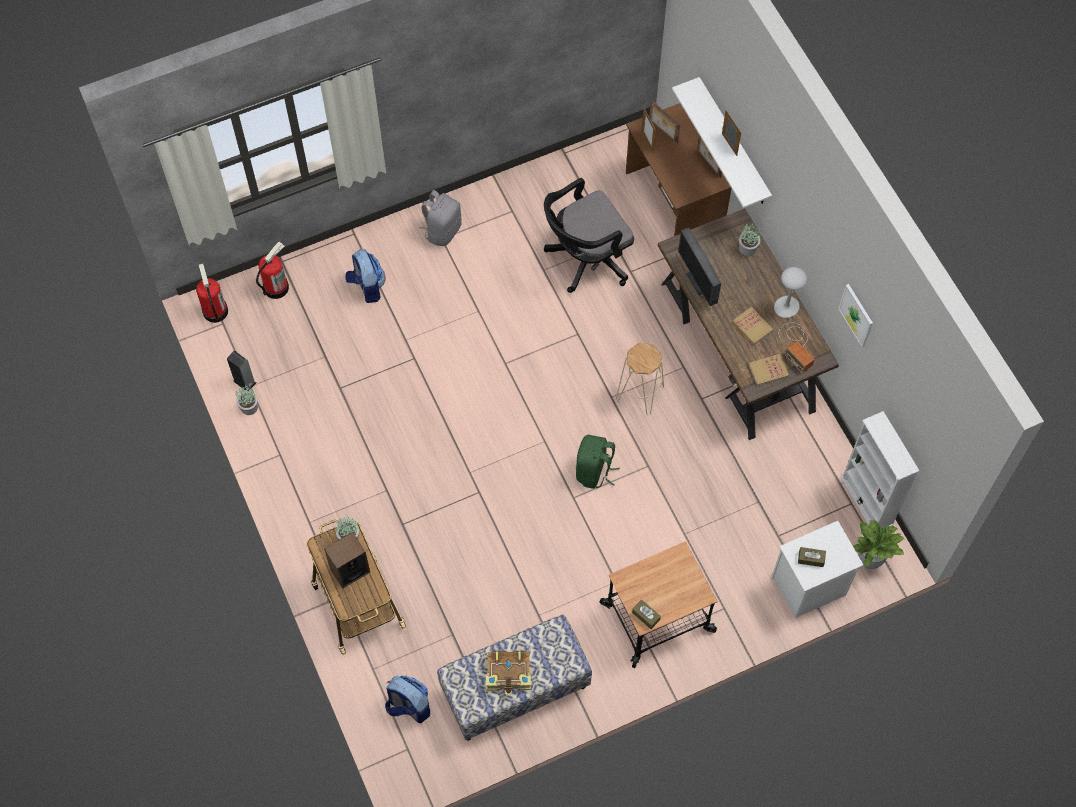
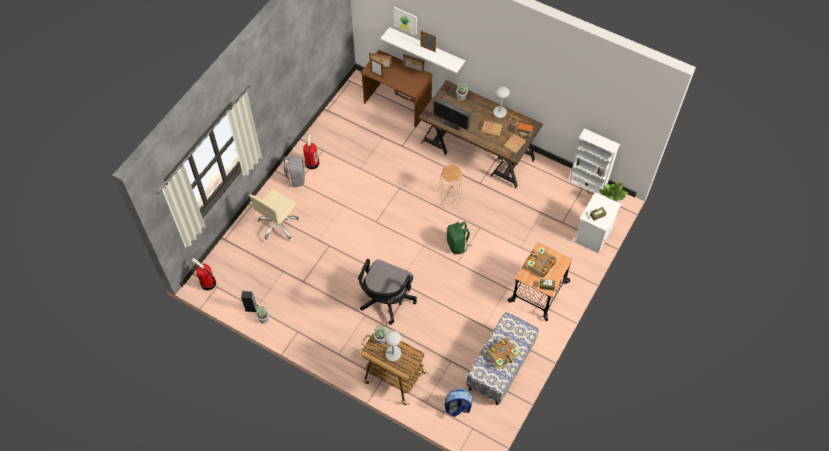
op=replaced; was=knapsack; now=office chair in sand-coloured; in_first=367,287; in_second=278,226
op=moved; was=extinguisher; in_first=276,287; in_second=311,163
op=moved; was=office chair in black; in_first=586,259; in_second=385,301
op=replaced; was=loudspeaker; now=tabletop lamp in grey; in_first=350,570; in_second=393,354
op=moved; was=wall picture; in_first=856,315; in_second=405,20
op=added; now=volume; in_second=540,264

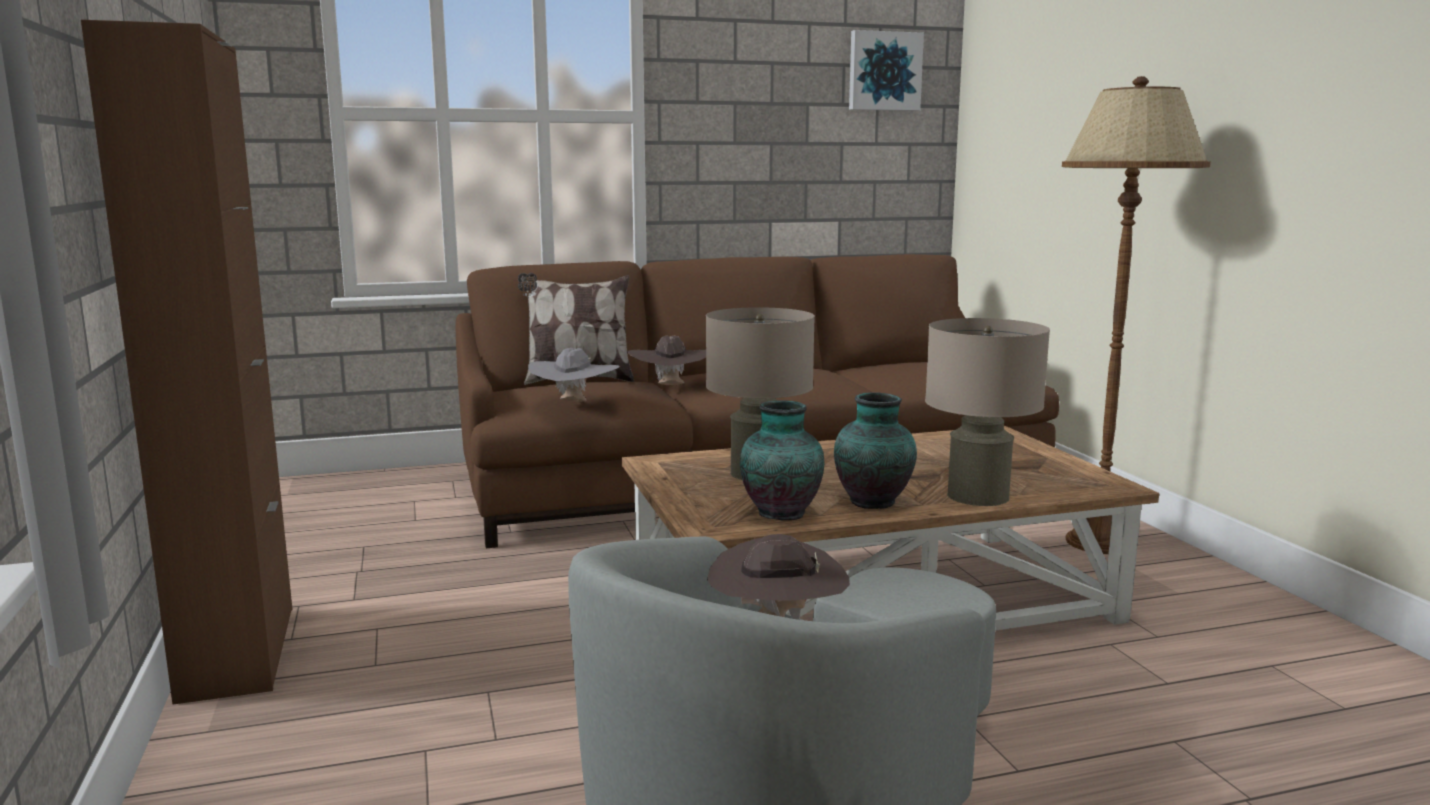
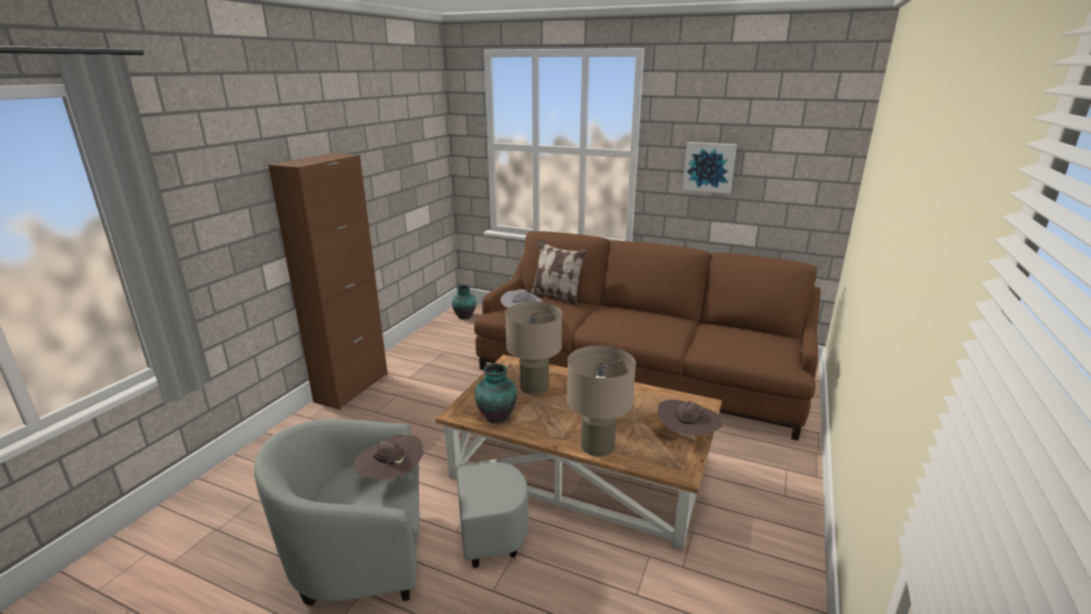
op=moved; was=vase; in_first=874,501; in_second=465,316
op=moved; was=clothing hat in brown-coloured; in_first=671,387; in_second=686,437
op=moved; was=wall picture; in_first=884,71; in_second=709,167
op=removed; was=standard lamp in brown-coloured; in_first=1099,542

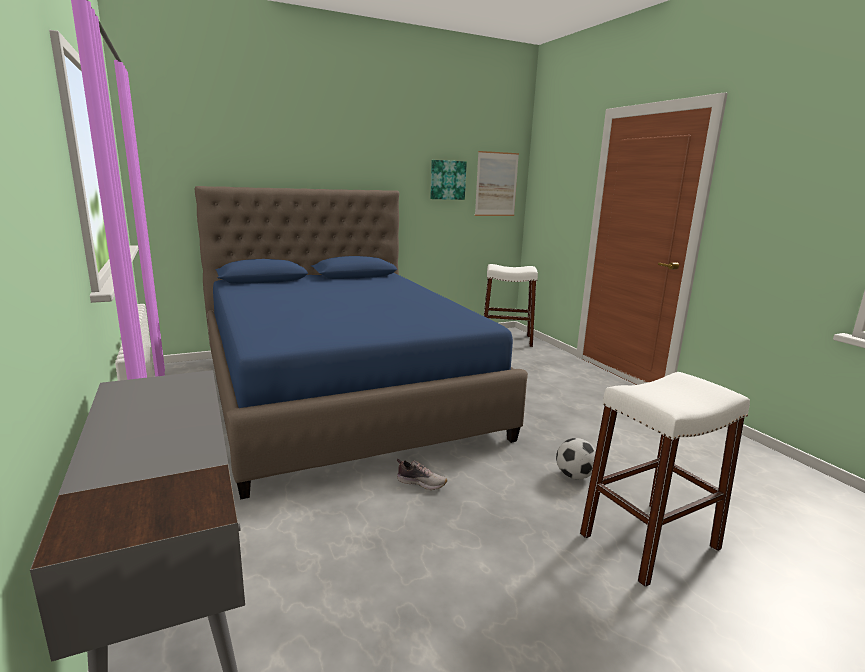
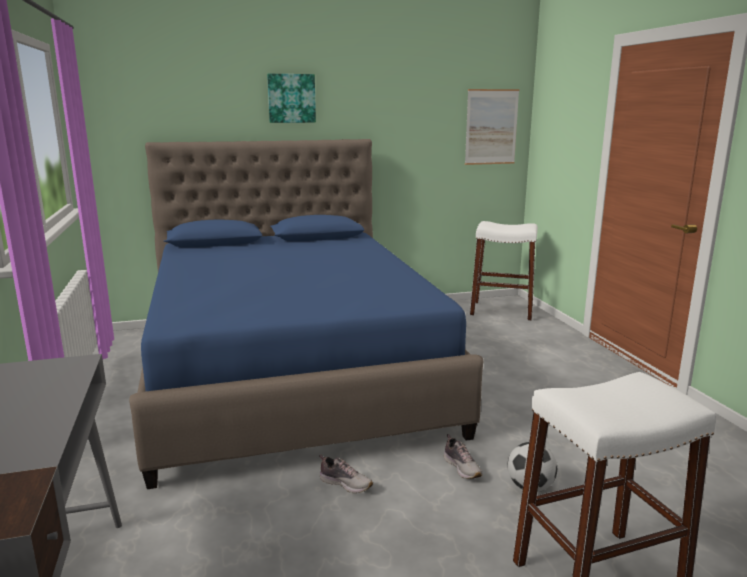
op=moved; was=wall picture; in_first=447,180; in_second=291,98
op=added; now=low shoe; in_second=462,468

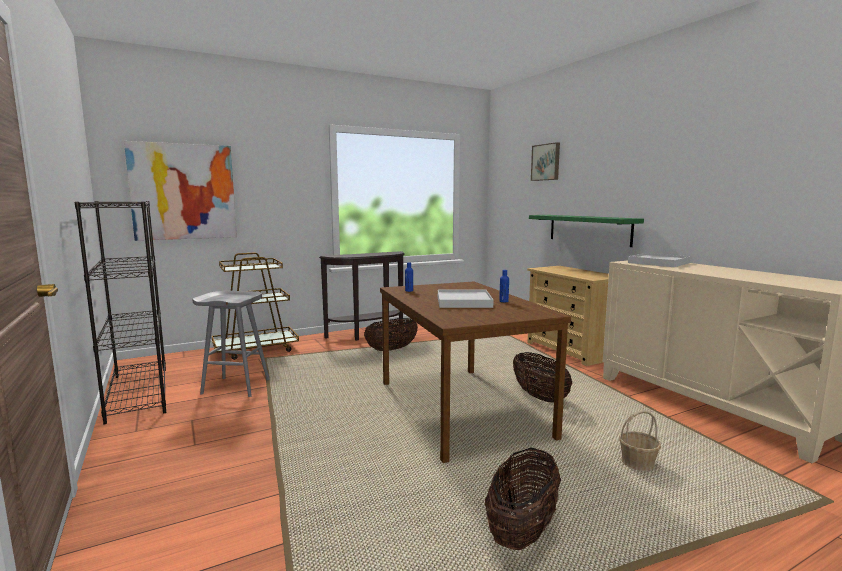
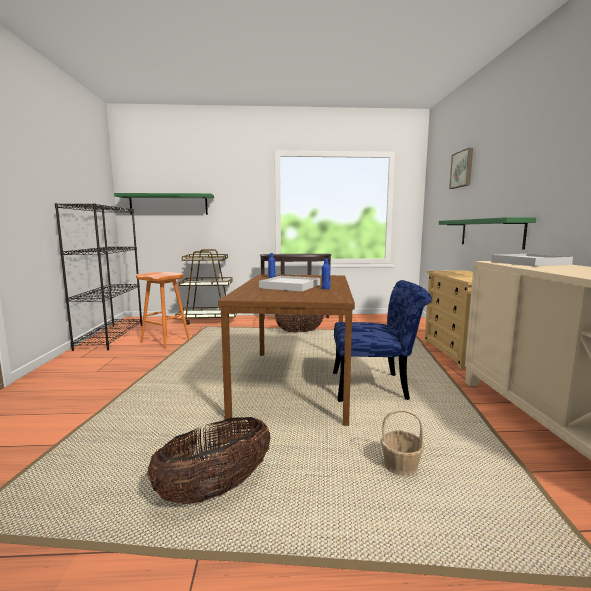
op=replaced; was=wall picture; now=wall shelf in greenish; in_first=183,192; in_second=168,204
op=recoloured; was=stool in grey; now=stool in orange; in_first=237,386; in_second=166,341
op=replaced; was=basket; now=plain chair in blue-coloured; in_first=539,397; in_second=376,387

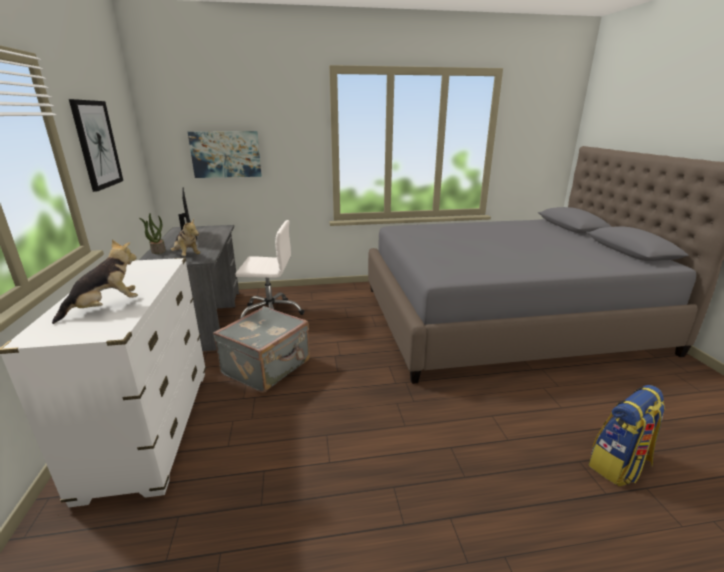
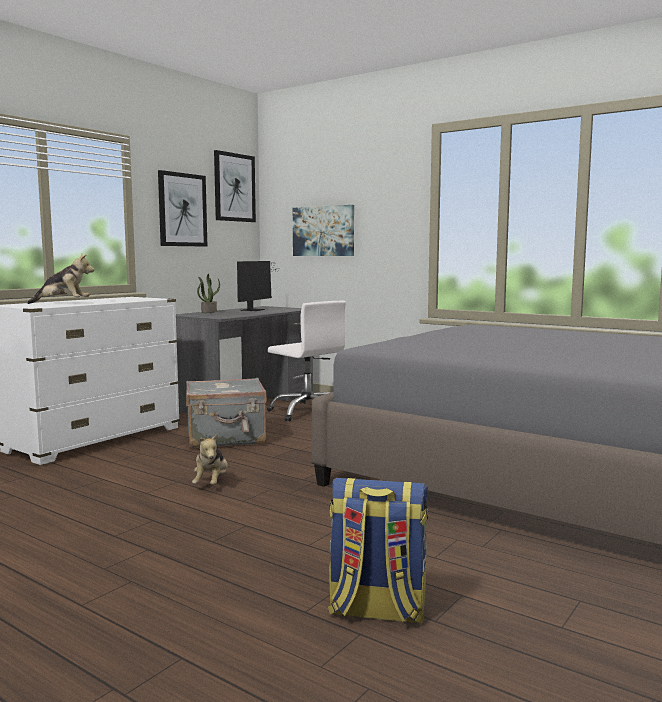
op=moved; was=plush toy; in_first=187,256; in_second=211,483
op=added; now=wall picture; in_second=234,187

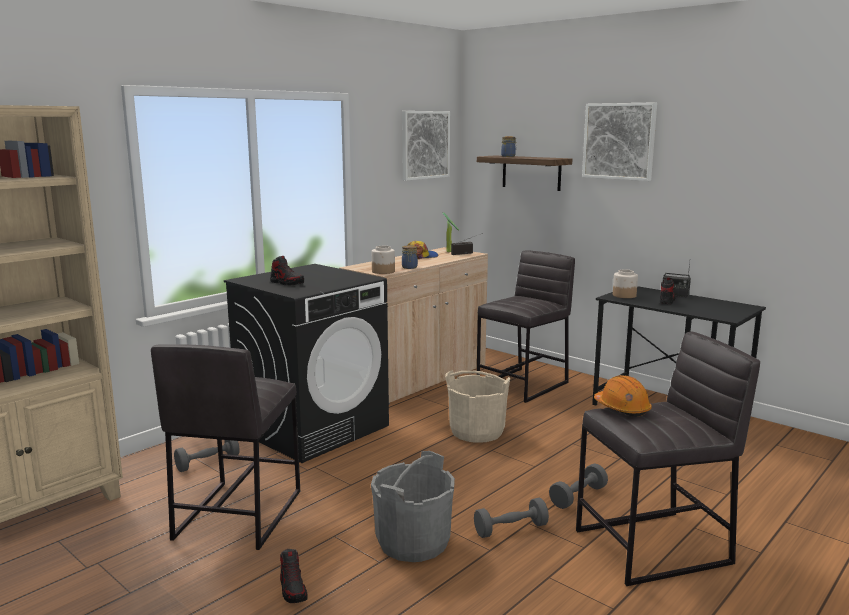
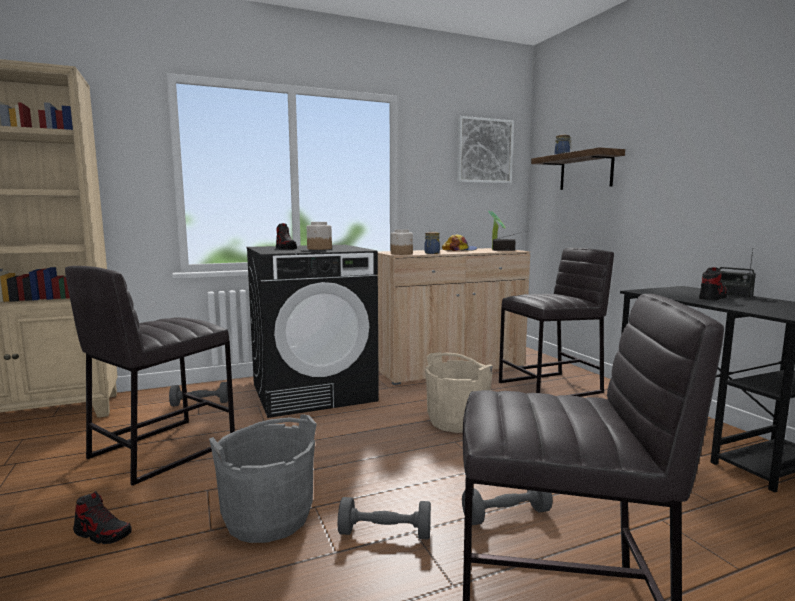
op=turned; was=low shoe; in_first=293,589; in_second=102,533; clockwise=-75
op=moved; was=storage jar; in_first=624,295; in_second=319,248
op=removed; was=wall picture; in_first=619,141
op=removed; was=safety helmet in orange; in_first=622,408

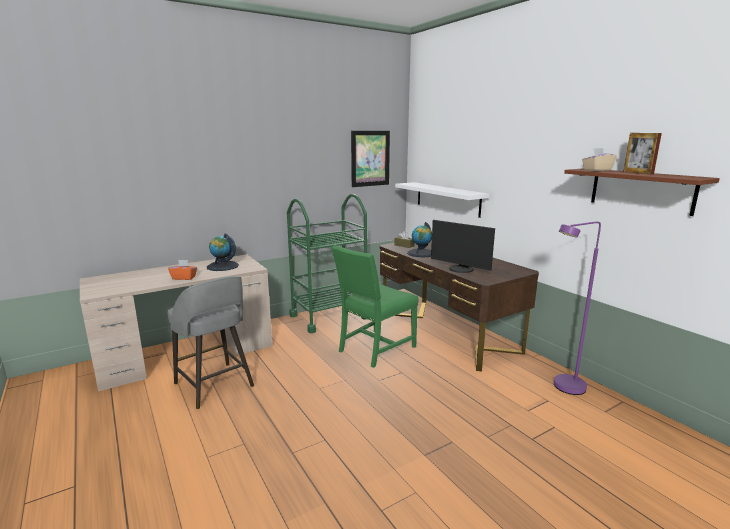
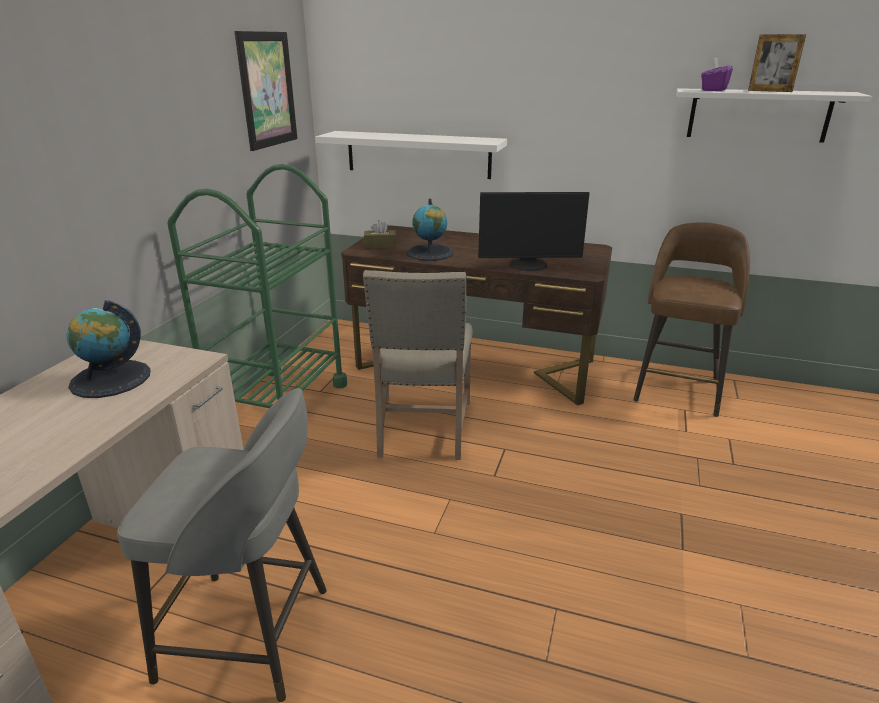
op=recoloured; was=plain chair in greenish; now=plain chair in sand-coloured; in_first=374,349; in_second=422,430
op=replaced; was=standard lamp in purplish; now=stool in brown-coloured; in_first=563,388; in_second=677,388
op=recoloured; was=wall shelf in brown-coloured; now=wall shelf in whitish; in_first=641,190; in_second=758,115
op=recoloured; was=box of tissues in sand-coloured; now=box of tissues in purplish; in_first=597,170; in_second=713,90
op=removed; was=box of tissues in orange; in_first=184,278

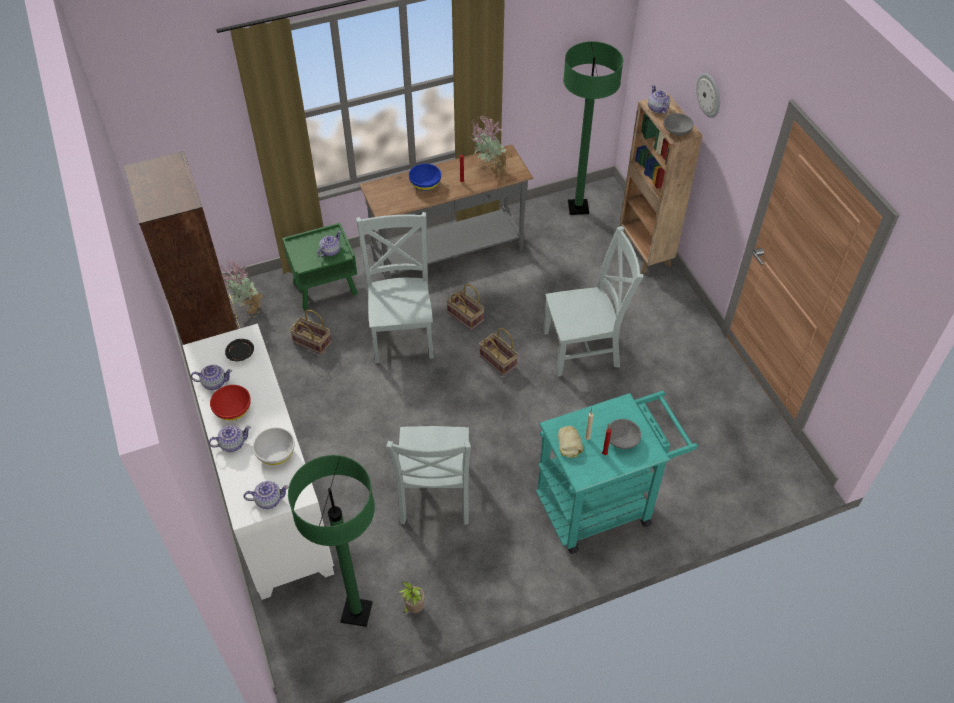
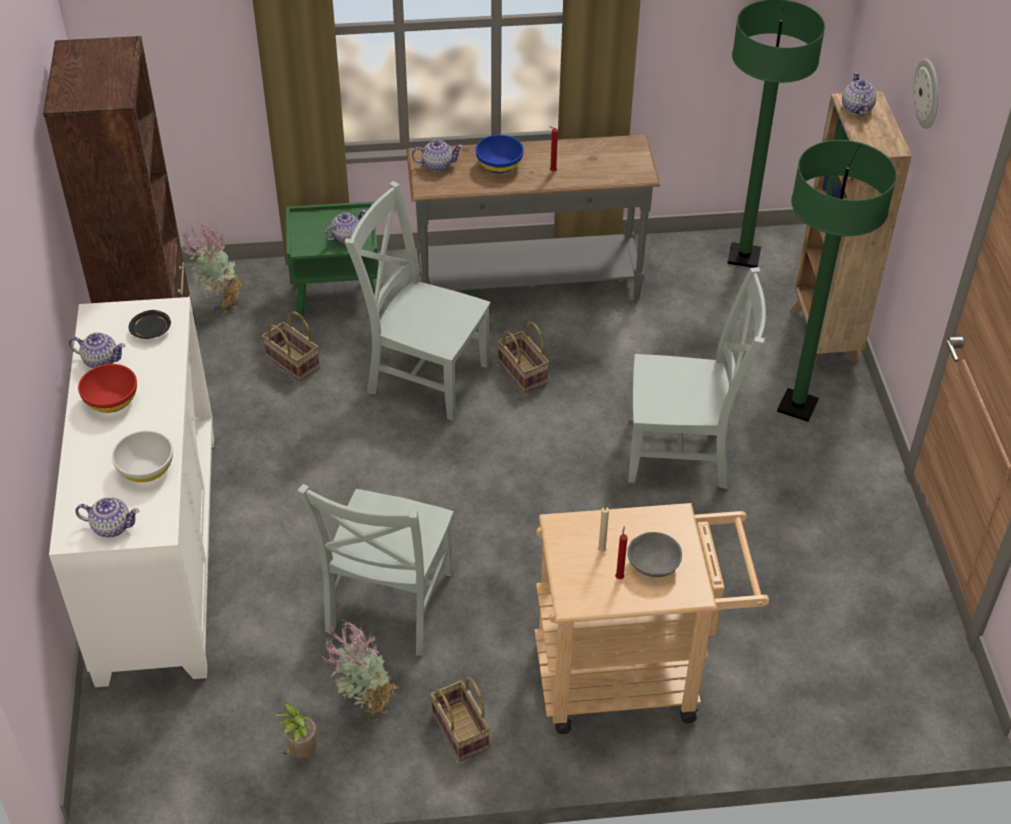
op=moved; was=houseplant; in_first=490,172; in_second=364,703
op=turned; was=plain chair in grey; in_first=402,333; in_second=423,375; clockwise=-75
op=moved; was=tea pot; in_first=232,444; in_second=437,165
op=moved; was=basket; in_first=499,361; in_second=462,732
op=recoloured; was=wheeled cart in turquoise; now=wheeled cart in sand-coloured; in_first=603,504; in_second=633,675
op=moved; was=standard lamp in greenish; in_first=356,612; in_second=797,406
op=removed; was=baked bread; in_first=570,443
op=removed; was=bowl in grey; in_first=676,131

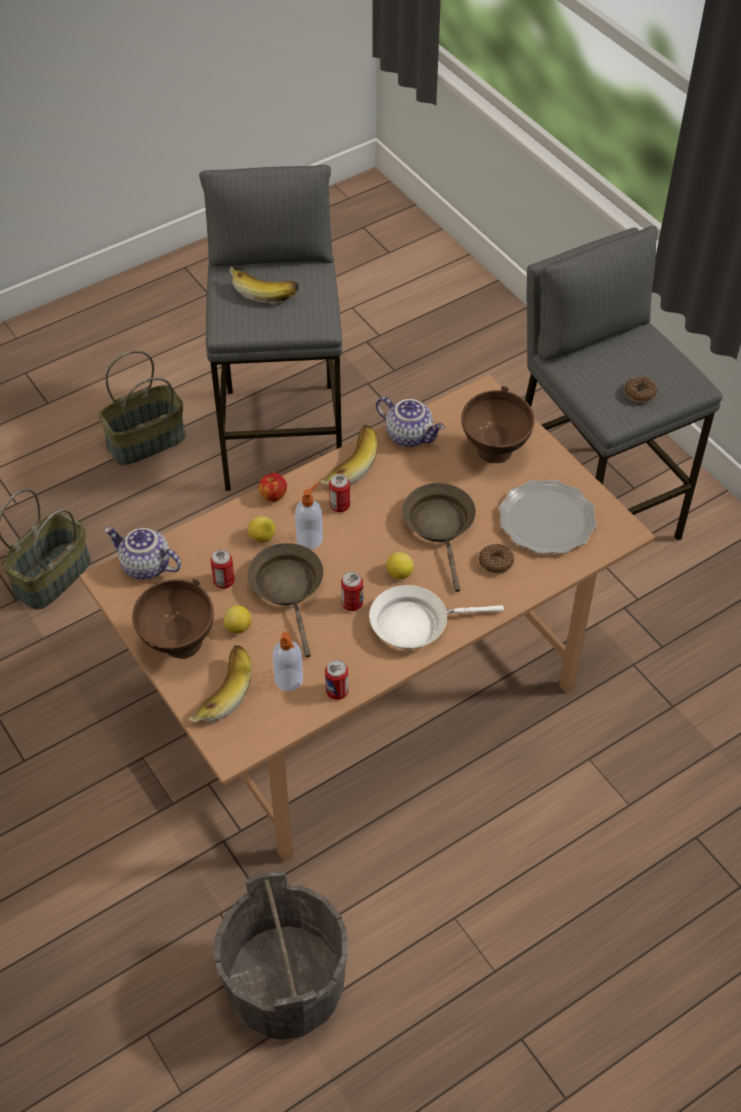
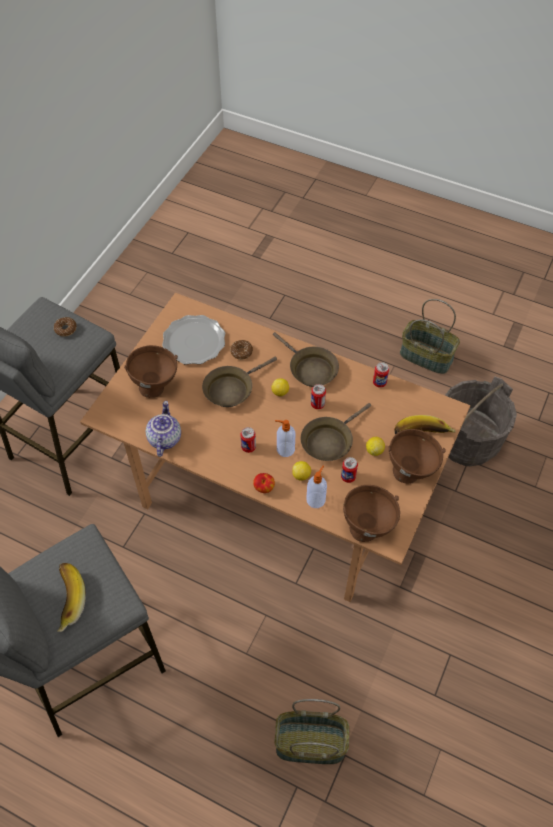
op=recoloured; was=pan in whitish; now=pan in brown-coloured; in_first=415,624; in_second=310,369
op=moved; was=liquid soap bottle; in_first=289,681; in_second=316,499
op=replaced; was=tea pot; now=bowl in brown-coloured; in_first=145,567; in_second=368,527
op=moved; was=basket; in_first=146,442; in_second=427,356
op=removed; was=banana; in_first=347,464

